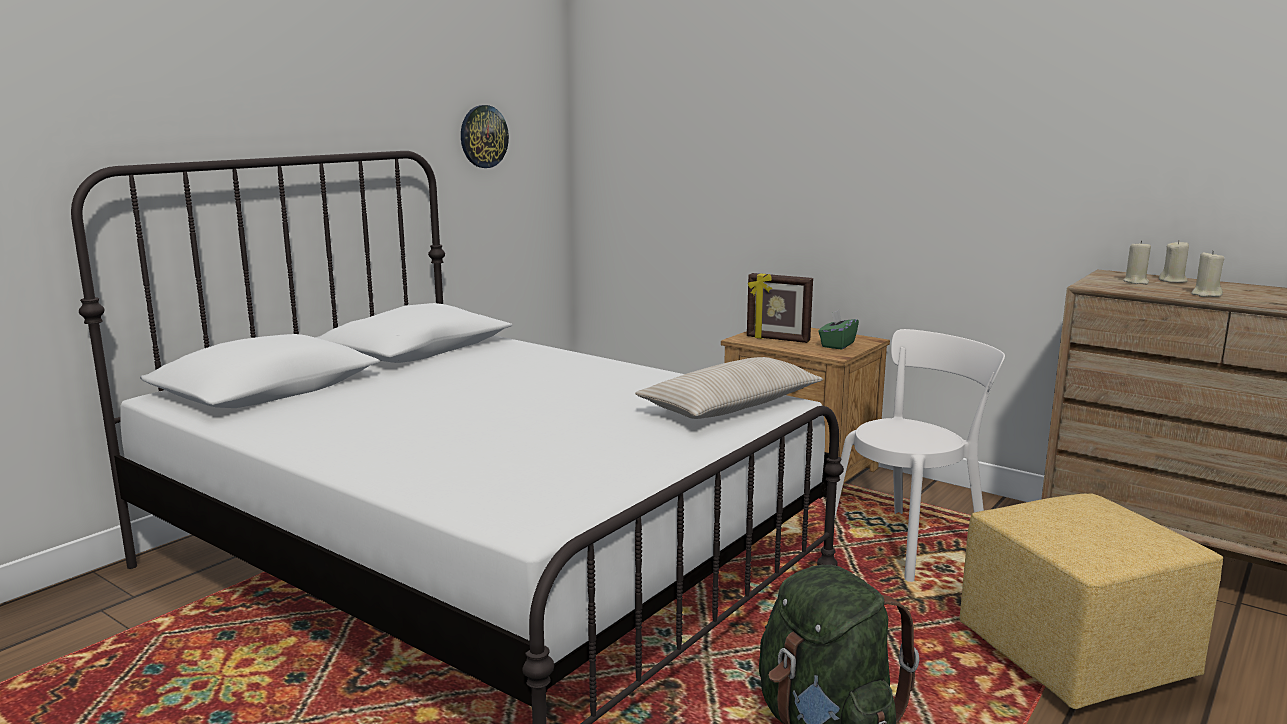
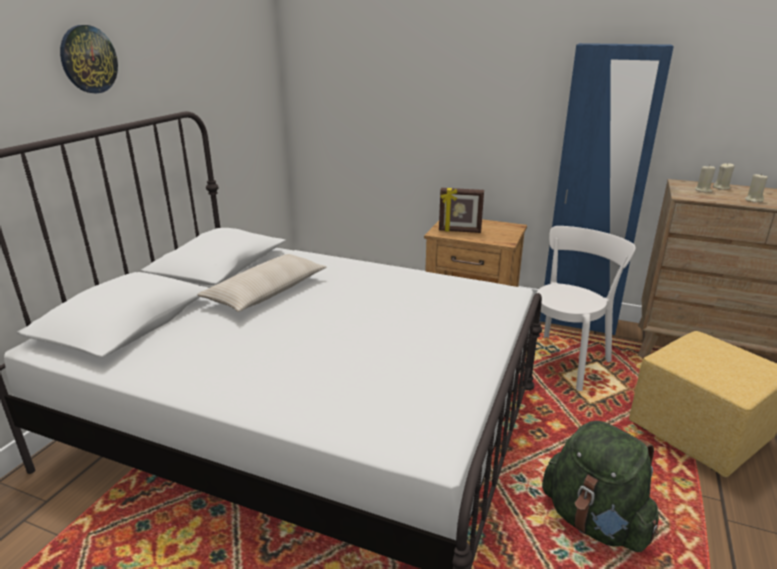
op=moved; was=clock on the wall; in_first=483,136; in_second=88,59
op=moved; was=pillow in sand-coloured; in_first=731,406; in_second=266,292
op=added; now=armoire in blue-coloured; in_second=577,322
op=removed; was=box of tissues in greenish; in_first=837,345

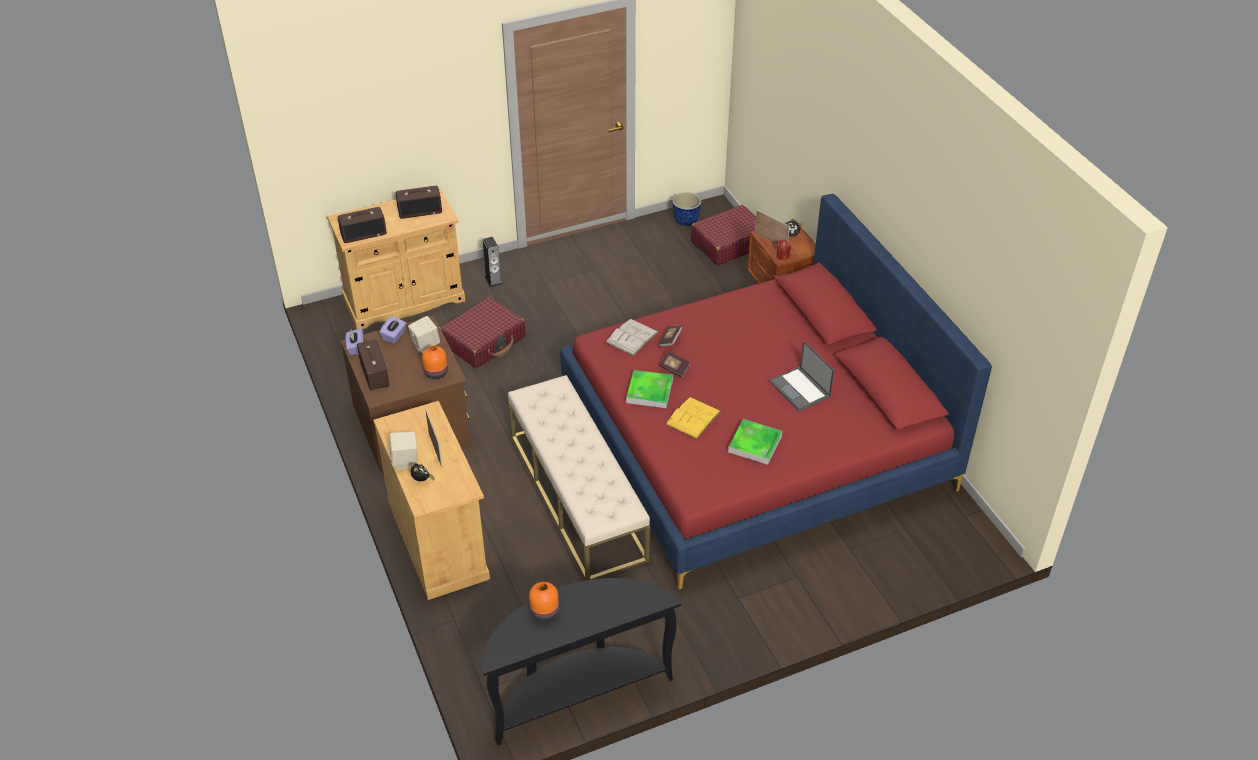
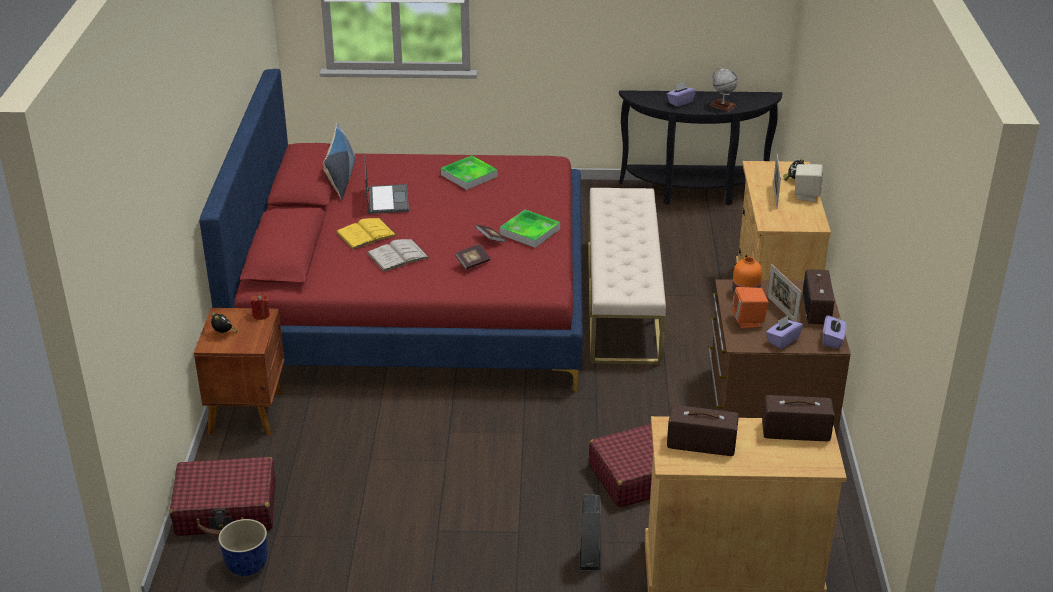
op=added; now=pillow; in_second=341,178
op=moved; was=volume in yellow; in_first=693,418; in_second=366,234
op=moved; was=volume in whitish; in_first=632,337; in_second=398,255
op=added; now=box of tissues in purplish; in_second=680,102
op=replaced; was=vase in orange; now=world globe; in_first=545,612; in_second=722,106
op=recoloured; was=loudspeaker in sand-coloured; now=loudspeaker in orange; in_first=425,345; in_second=748,321
op=moved; was=picture frame; in_first=770,241; in_second=782,310

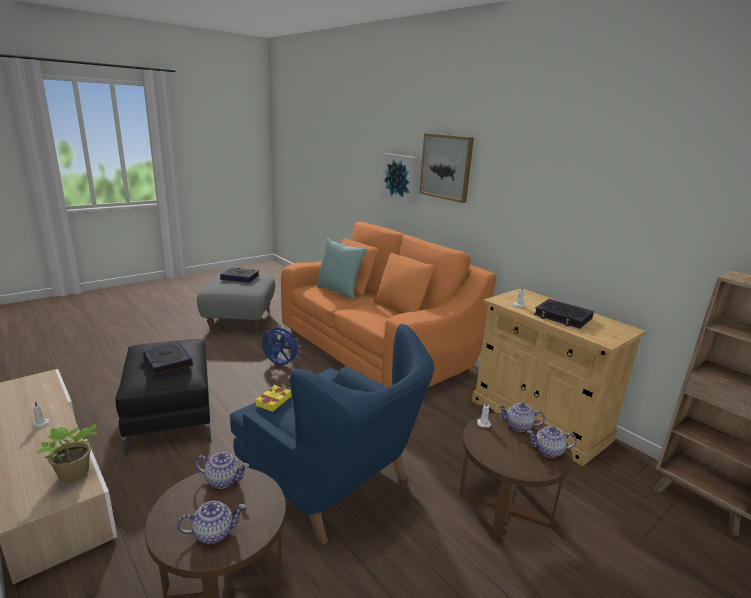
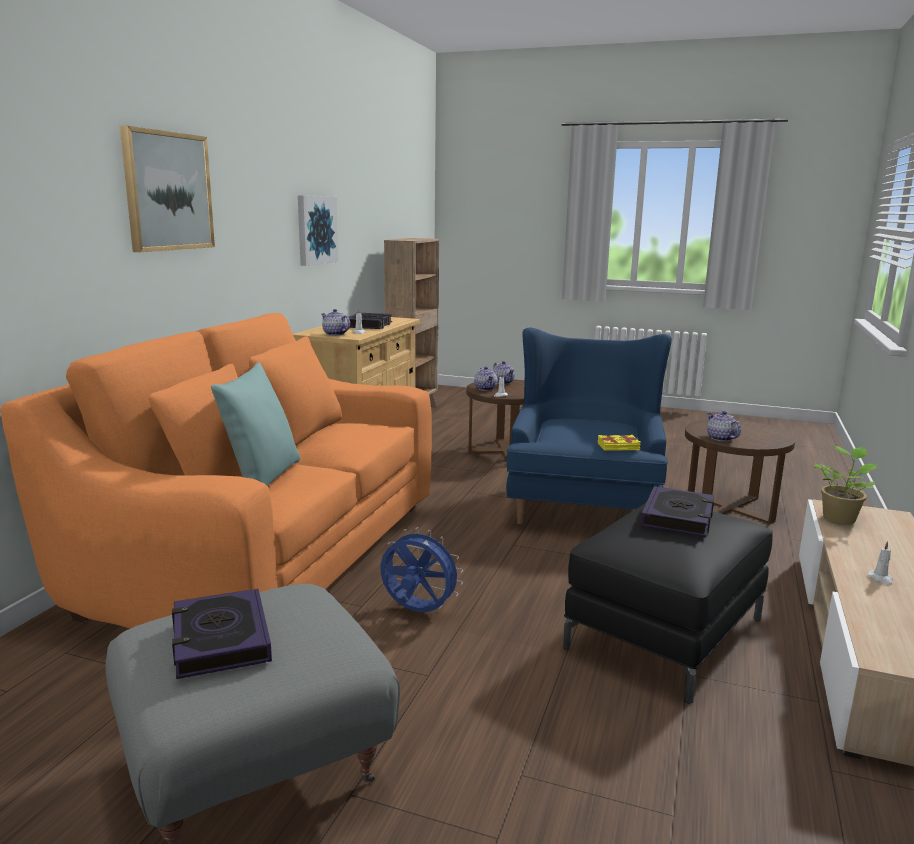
op=moved; was=wall picture; in_first=400,177; in_second=316,230
op=moved; was=tea pot; in_first=213,532; in_second=335,334
op=turned; was=electric fan in blue-coloured; in_first=279,365; in_second=417,611; clockwise=120

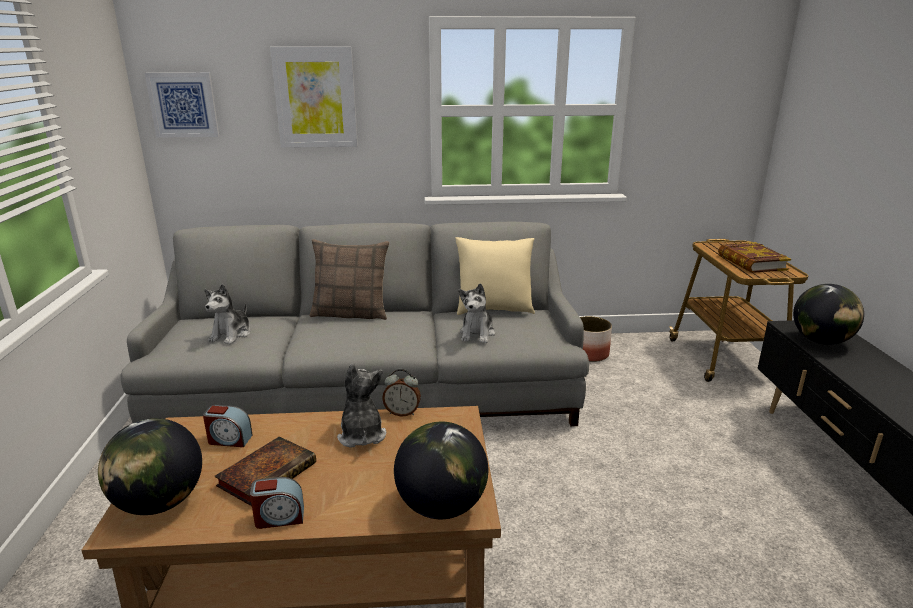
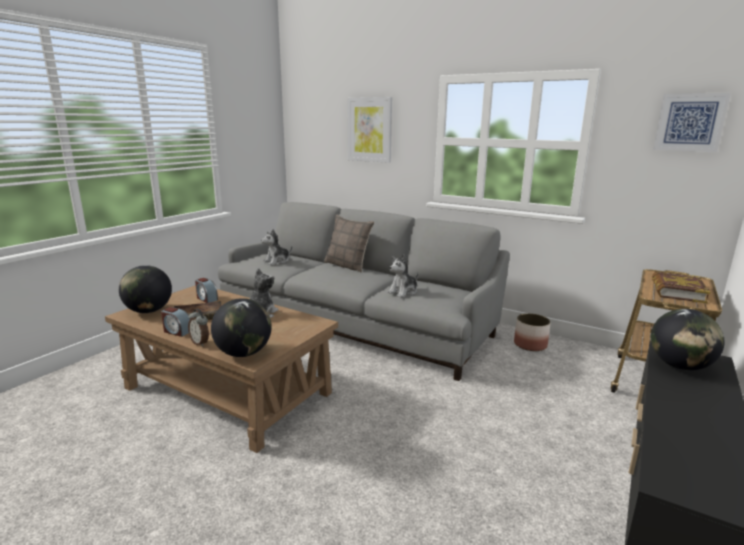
op=moved; was=bedside clock; in_first=402,412; in_second=200,343
op=moved; was=wall picture; in_first=183,105; in_second=690,122
op=removed; was=pillow in sand-coloured; in_first=494,310

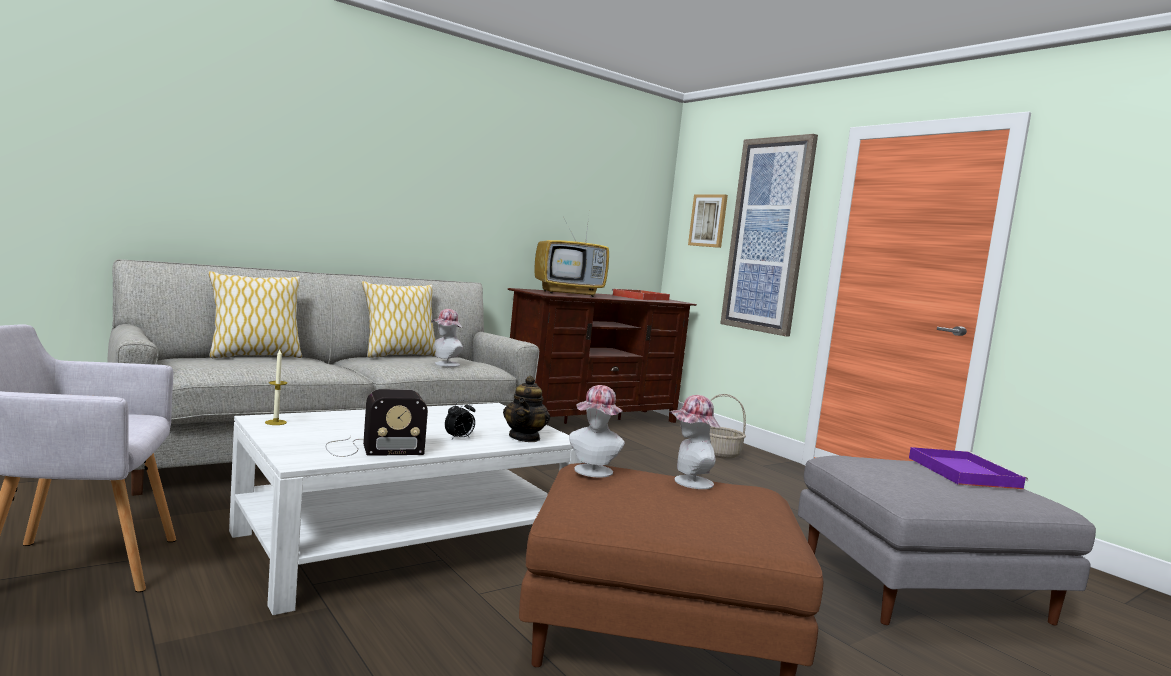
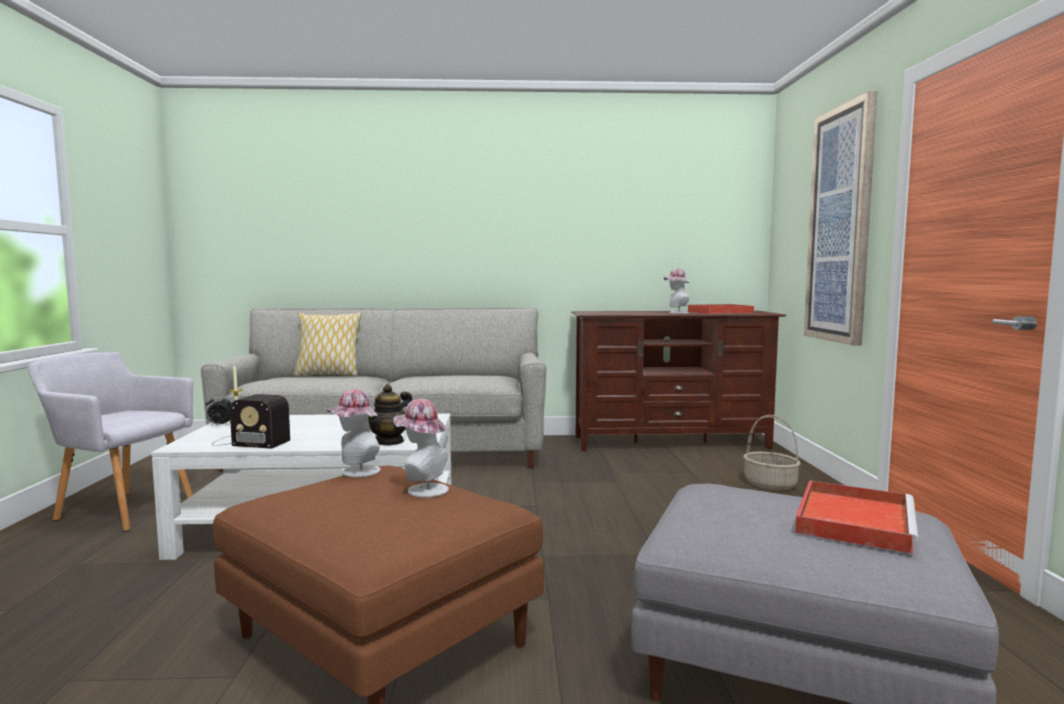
op=moved; was=bedside clock; in_first=459,438; in_second=219,425
op=moved; was=clothing hat; in_first=444,364; in_second=676,312
op=recoloured; was=carrying tray in purplish; now=carrying tray in red; in_first=961,472; in_second=853,519
op=removed; was=pillow; in_first=398,355
op=removed; was=TV set; in_first=569,294
op=removed; was=wall picture; in_first=708,220

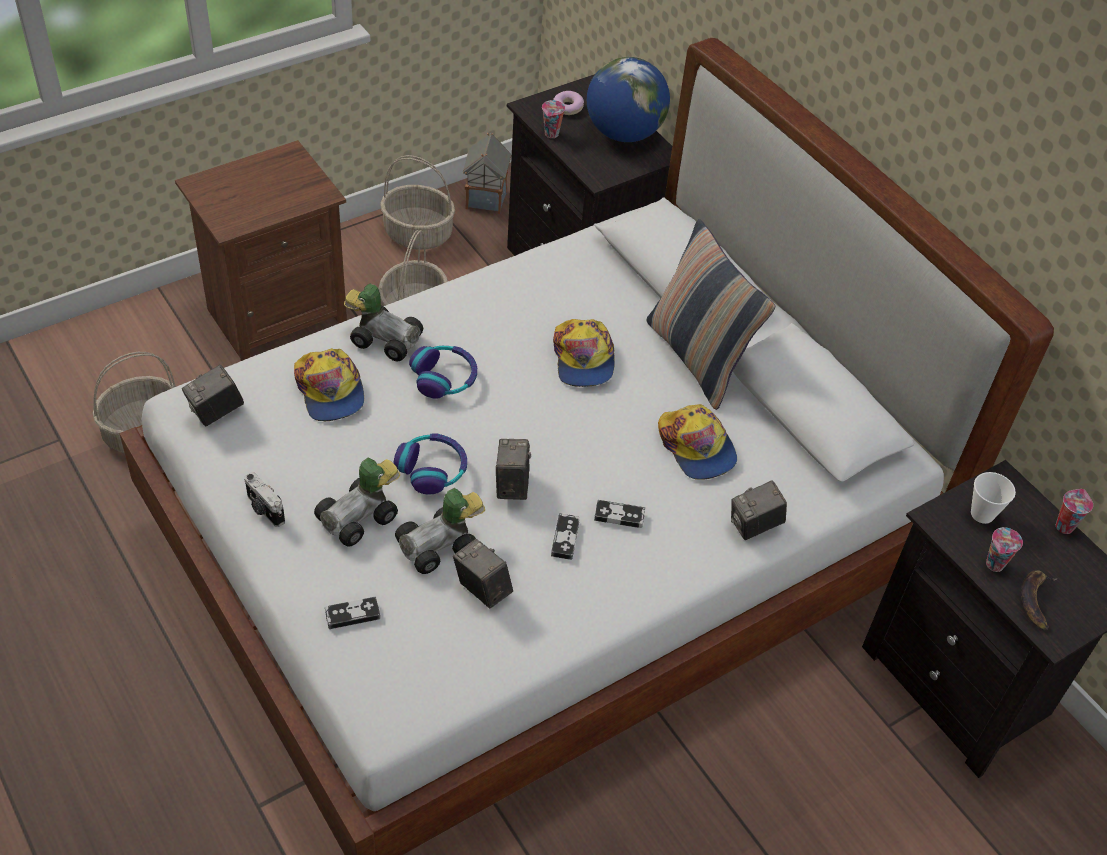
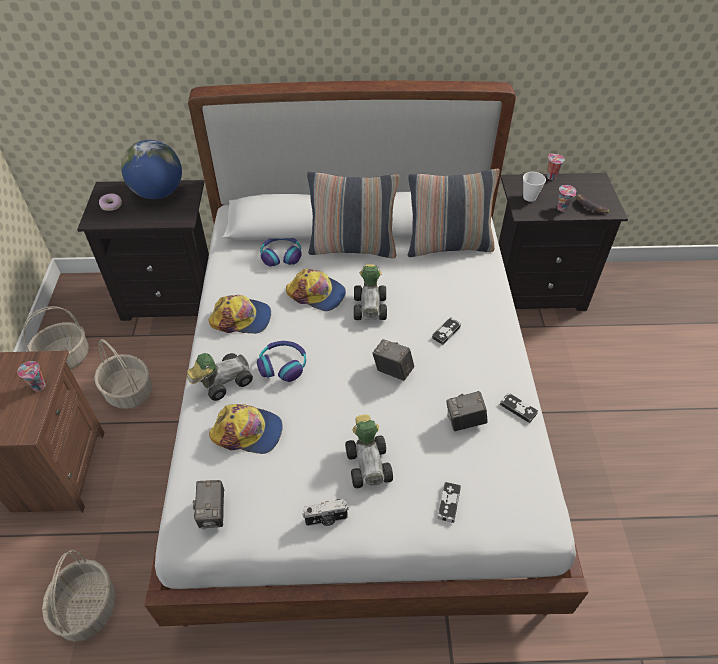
op=moved; was=drinking cup; in_first=551,134; in_second=39,387
op=moved; was=peaked cap; in_first=696,447; in_second=242,318
op=moved; was=pair of headphones; in_first=432,469; in_second=281,255
op=moved; was=toy car; in_first=441,546; in_second=371,305
op=added; now=pillow; in_second=448,246
op=moved; was=joypad; in_first=565,538; in_second=518,409
op=removed; was=toy house; in_first=486,199
op=removed; was=photo camera; in_first=754,526

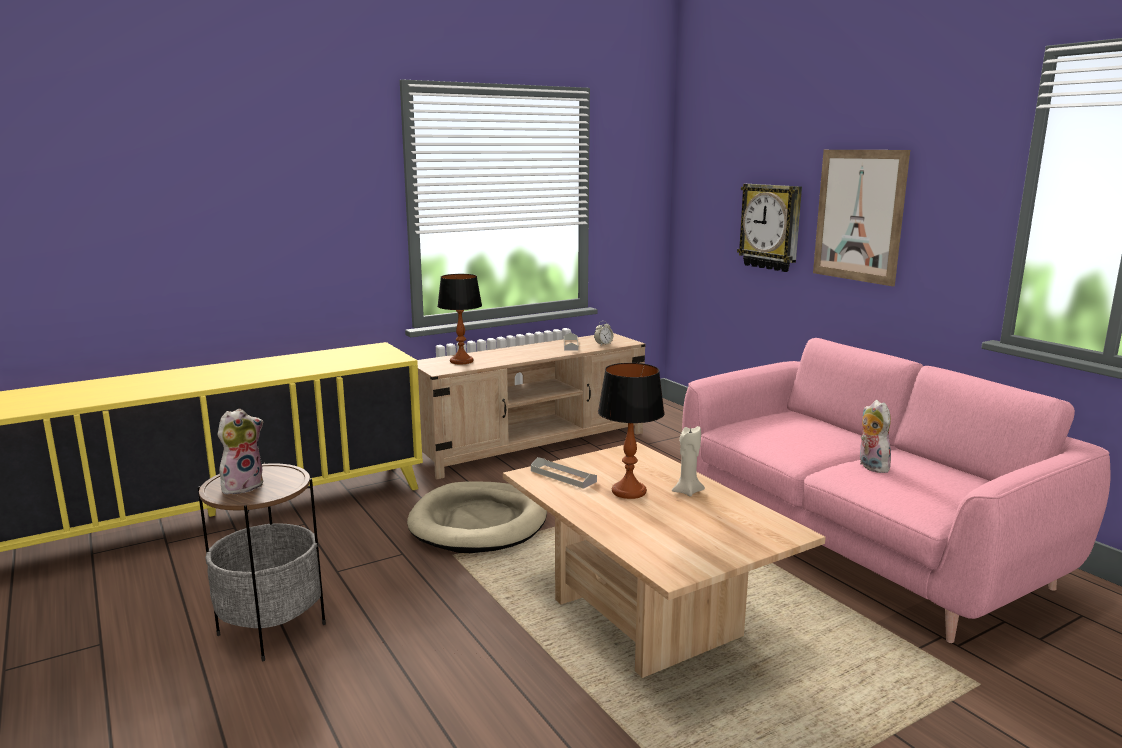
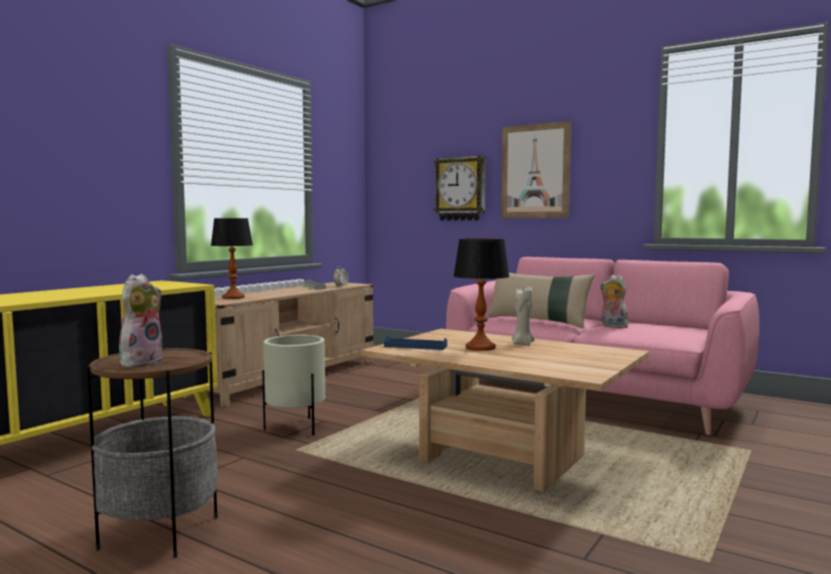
op=replaced; was=dog cushion in sand-coloured; now=planter in sand-coloured; in_first=479,522; in_second=296,427
op=recoloured; was=carrying tray in grey; now=carrying tray in blue-coloured; in_first=563,476; in_second=415,346
op=added; now=pillow in sand-coloured; in_second=538,321

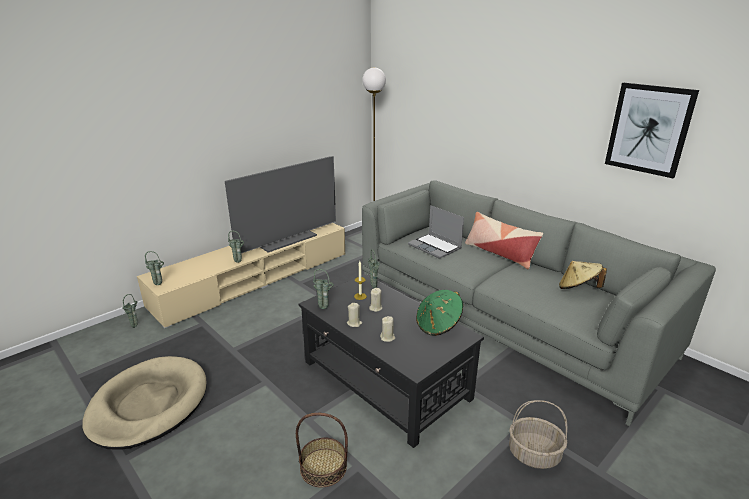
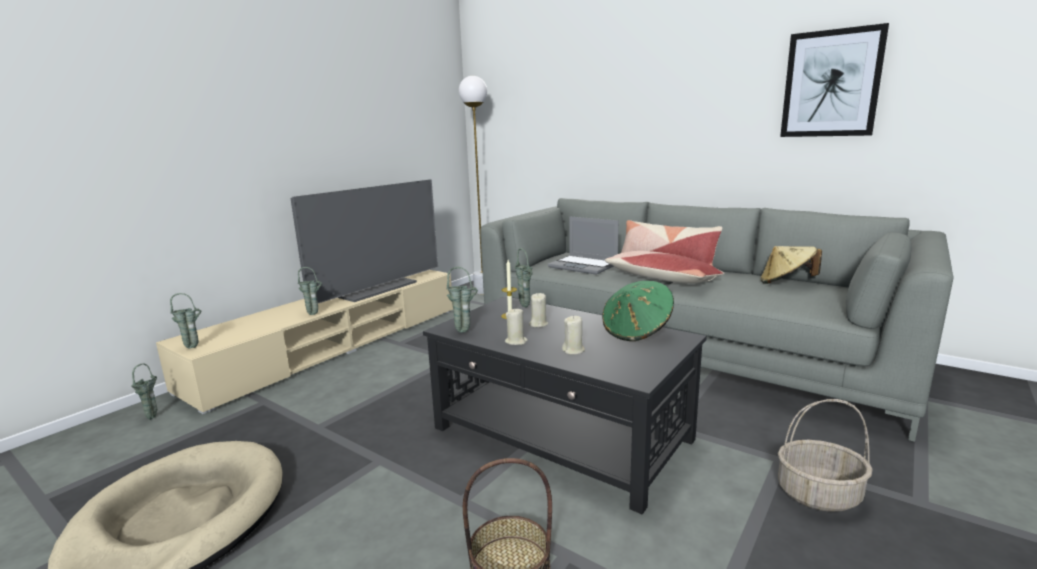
op=added; now=pillow; in_second=661,279

